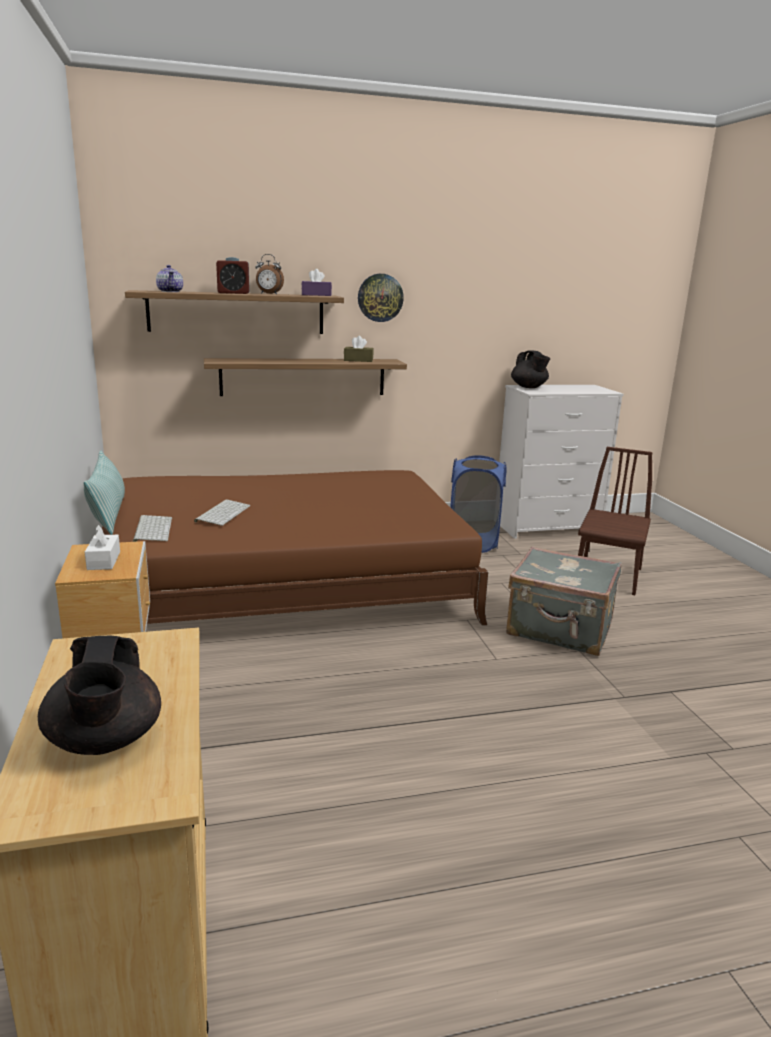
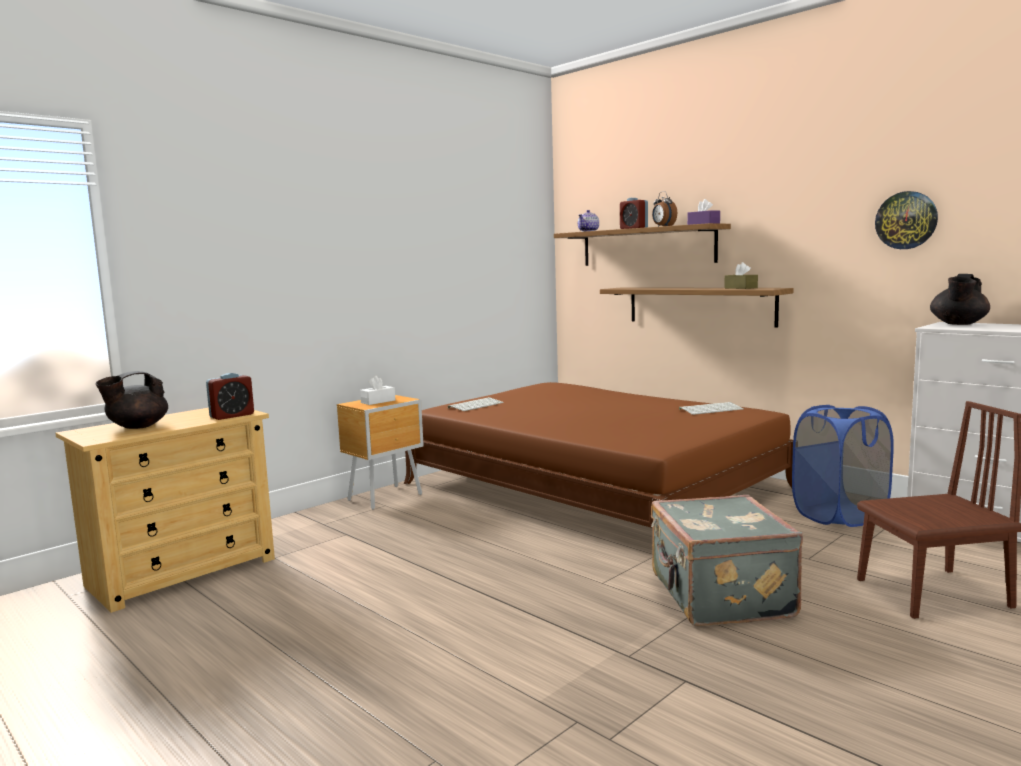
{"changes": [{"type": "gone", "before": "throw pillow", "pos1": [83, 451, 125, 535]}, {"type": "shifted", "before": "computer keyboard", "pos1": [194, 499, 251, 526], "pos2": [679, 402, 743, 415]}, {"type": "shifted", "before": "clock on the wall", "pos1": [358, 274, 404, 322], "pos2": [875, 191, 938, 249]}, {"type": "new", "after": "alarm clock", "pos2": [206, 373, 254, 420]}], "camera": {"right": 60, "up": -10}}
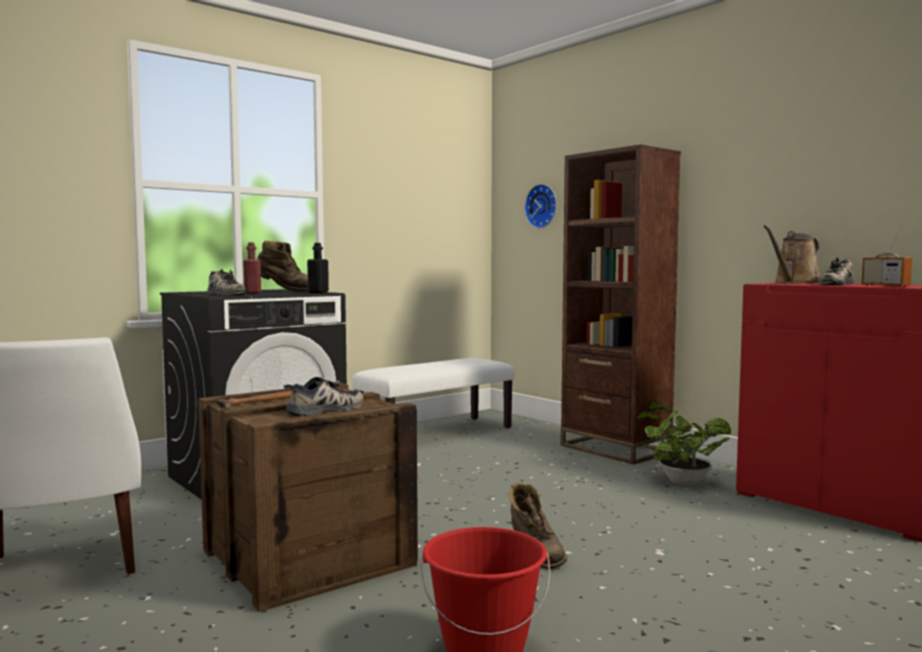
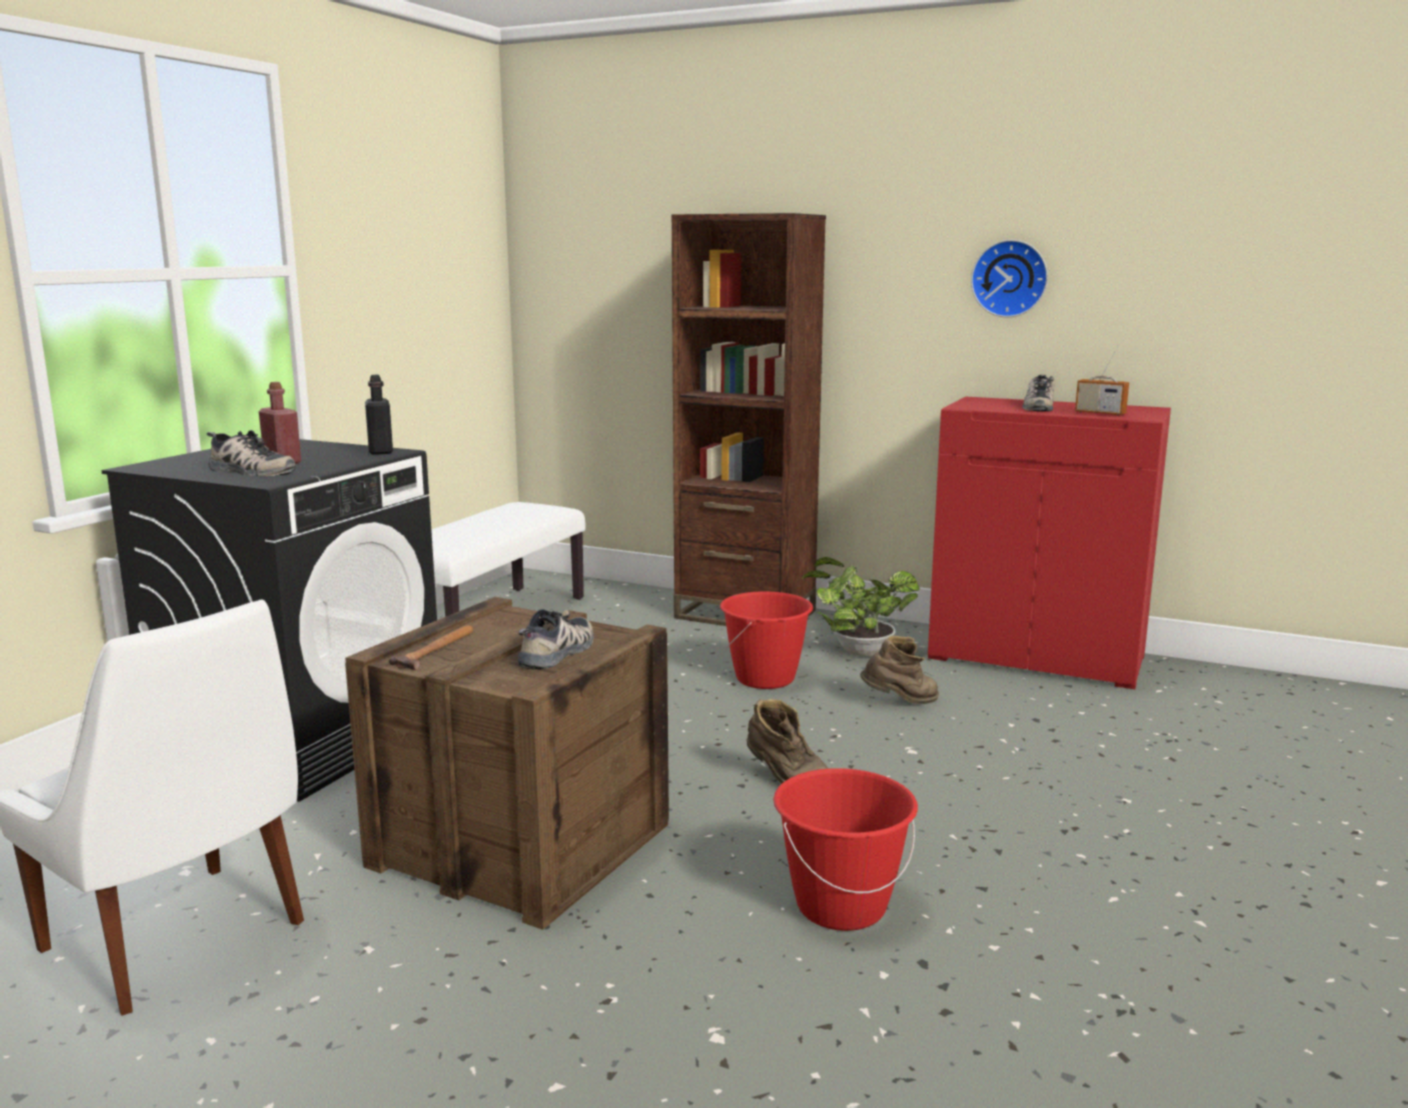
{"changes": [{"type": "shifted", "before": "brownish tall boot", "pos1": [257, 240, 308, 292], "pos2": [860, 636, 939, 704]}, {"type": "shifted", "before": "clock on the wall", "pos1": [524, 184, 557, 228], "pos2": [971, 240, 1048, 318]}, {"type": "gone", "before": "brownish sprinkling can", "pos1": [763, 225, 820, 284]}, {"type": "new", "after": "red-coloured pail", "pos2": [720, 591, 813, 689]}], "camera": {"right": -25, "up": 10}}
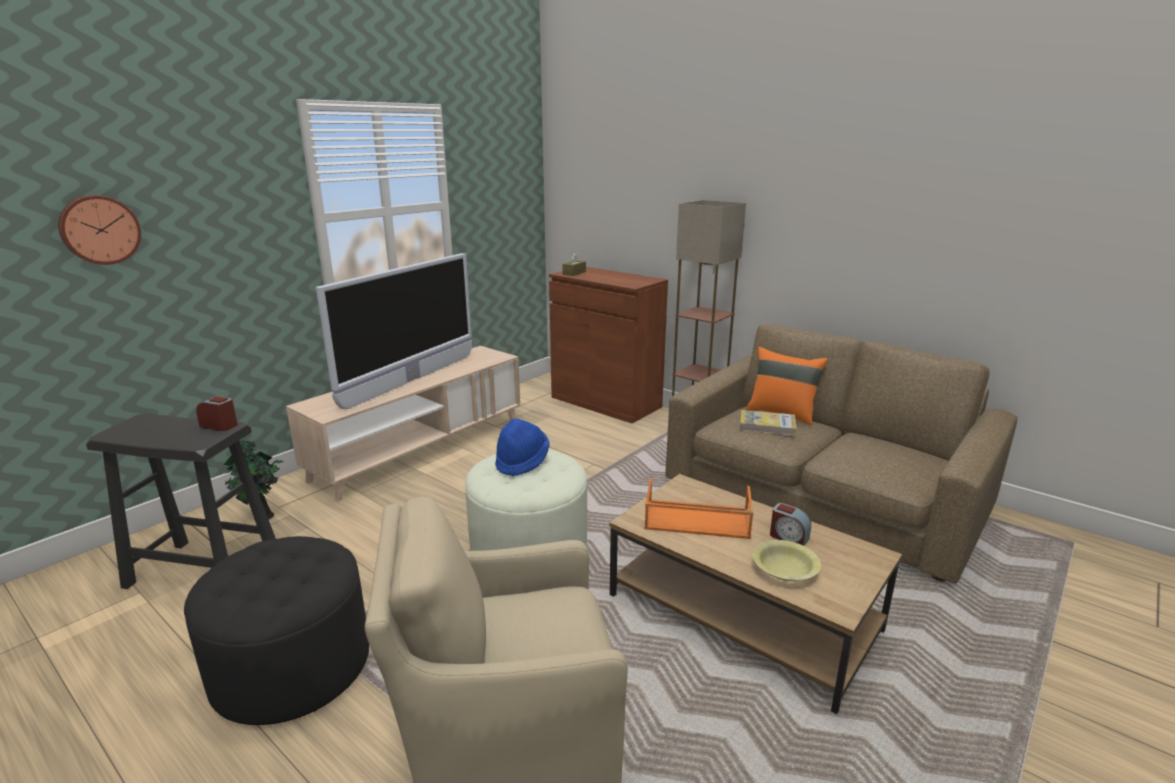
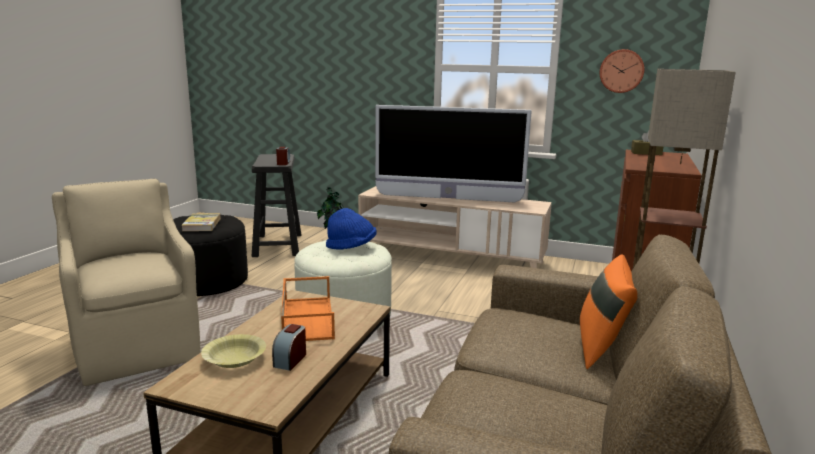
{"changes": [{"type": "shifted", "before": "clock on the wall", "pos1": [58, 195, 141, 265], "pos2": [600, 49, 644, 93]}, {"type": "shifted", "before": "bound book", "pos1": [740, 410, 797, 436], "pos2": [181, 213, 221, 231]}], "camera": {"right": 70, "up": -5}}
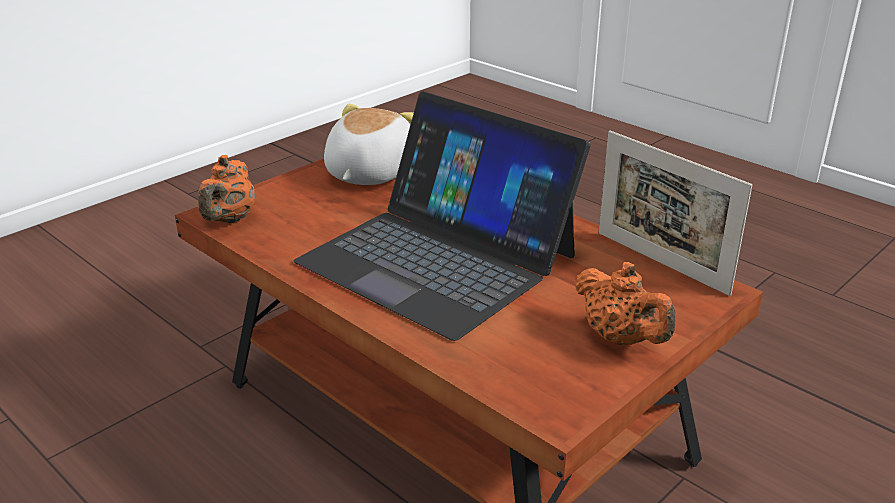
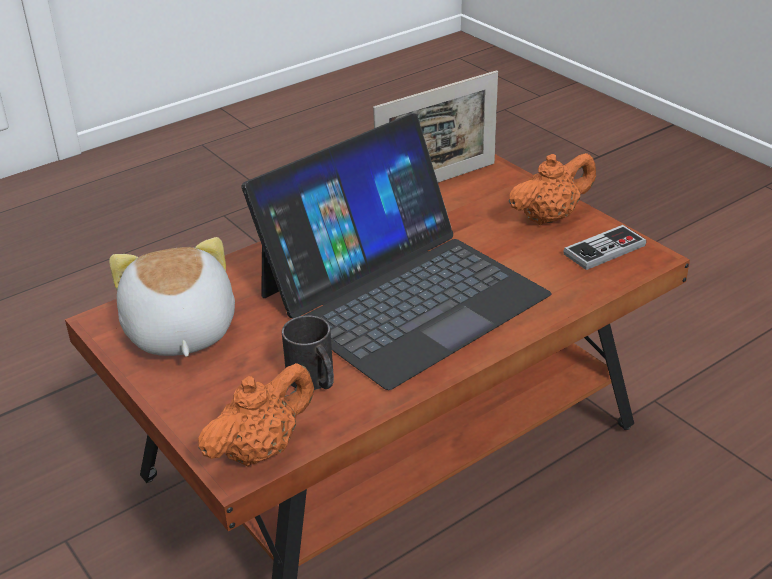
{"changes": [{"type": "rotated", "before": "orange teapot", "pos1": [198, 155, 255, 223], "pos2": [198, 363, 314, 467], "turn": -60}, {"type": "rotated", "before": "plush toy", "pos1": [324, 104, 414, 185], "pos2": [109, 237, 235, 357], "turn": 45}, {"type": "new", "after": "black-coloured coffee mug", "pos2": [282, 315, 334, 390]}, {"type": "new", "after": "gamepad", "pos2": [563, 225, 646, 270]}], "camera": {"right": -80, "up": 5}}
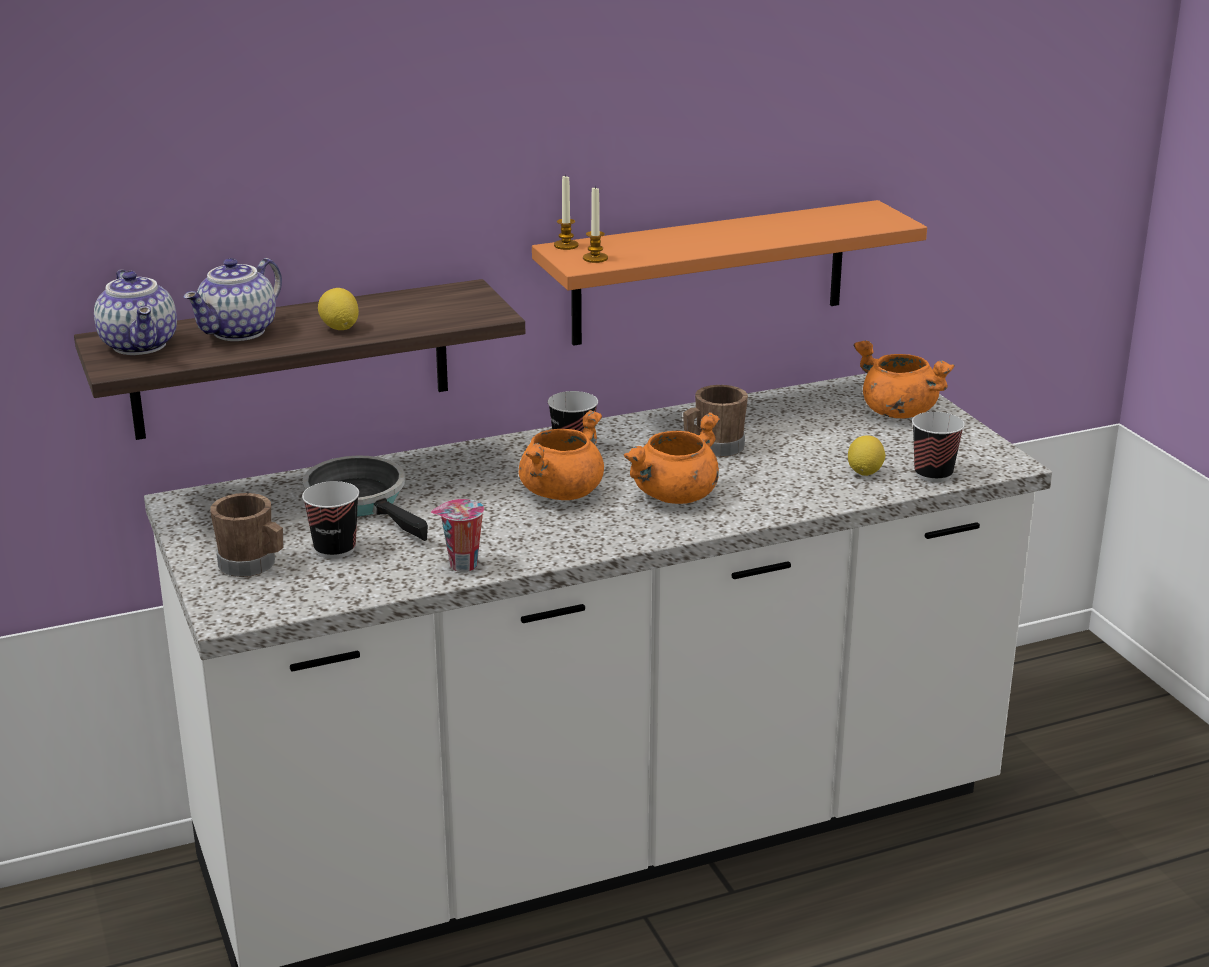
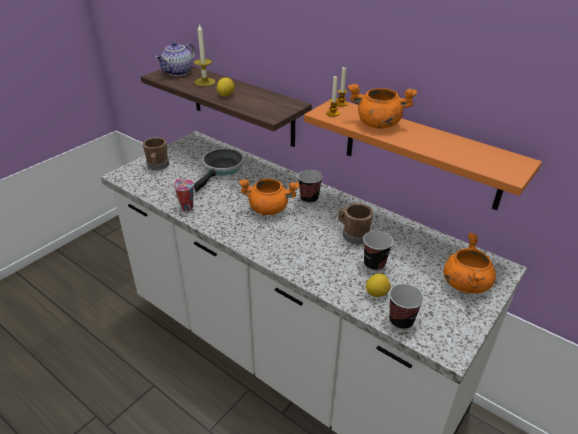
{"changes": [{"type": "swapped", "before": "teapot", "after": "wax light", "pos1": [184, 258, 282, 341], "pos2": [194, 23, 215, 86]}, {"type": "shifted", "before": "small cup", "pos1": [302, 481, 359, 559], "pos2": [363, 231, 393, 271]}, {"type": "shifted", "before": "orange stockpot", "pos1": [623, 412, 720, 504], "pos2": [348, 84, 417, 129]}], "camera": {"right": 60, "up": 10}}
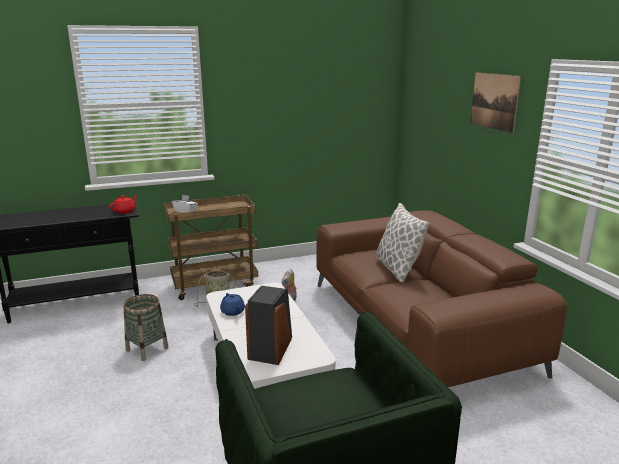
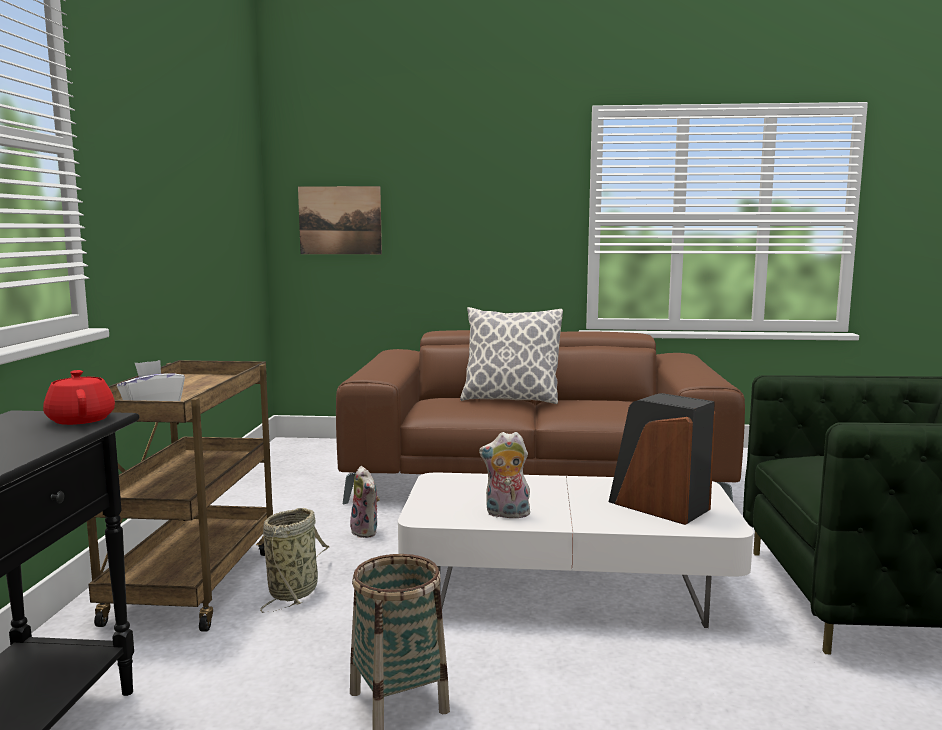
{"changes": [{"type": "swapped", "before": "bluish teapot", "after": "plush toy", "pos1": [220, 293, 245, 316], "pos2": [479, 432, 530, 518]}, {"type": "shifted", "before": "wall picture", "pos1": [470, 72, 521, 133], "pos2": [298, 186, 382, 254]}], "camera": {"right": -65, "up": -10}}
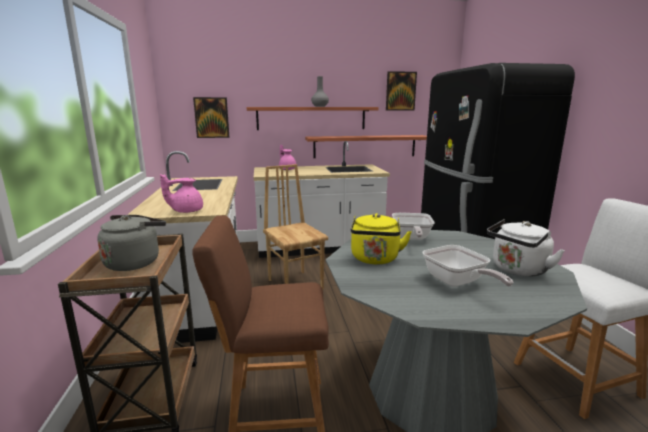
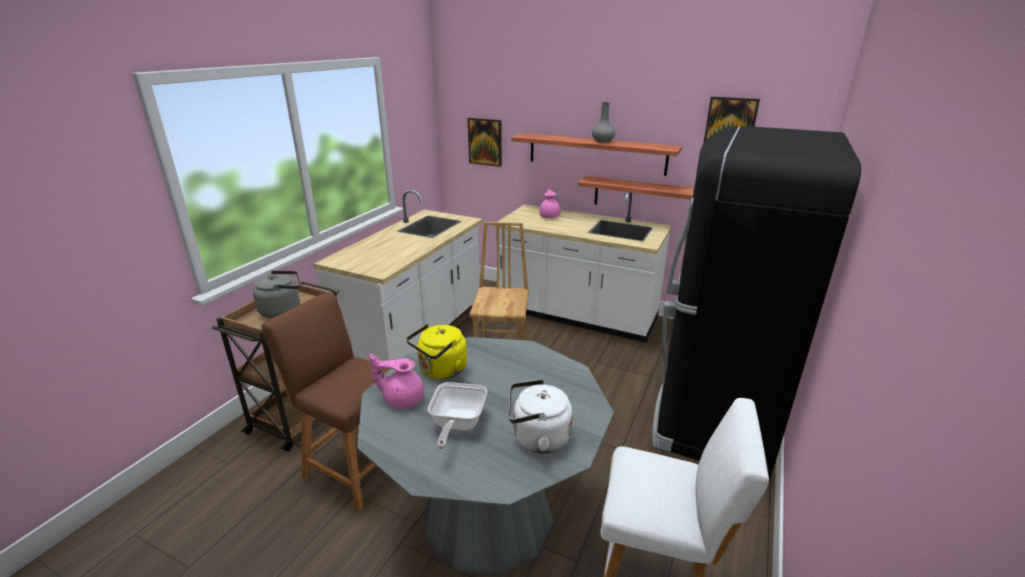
{"changes": [{"type": "shifted", "before": "pink-coloured teapot", "pos1": [160, 174, 203, 213], "pos2": [369, 354, 424, 409]}, {"type": "gone", "before": "skillet", "pos1": [392, 213, 435, 240]}], "camera": {"right": 35, "up": 10}}
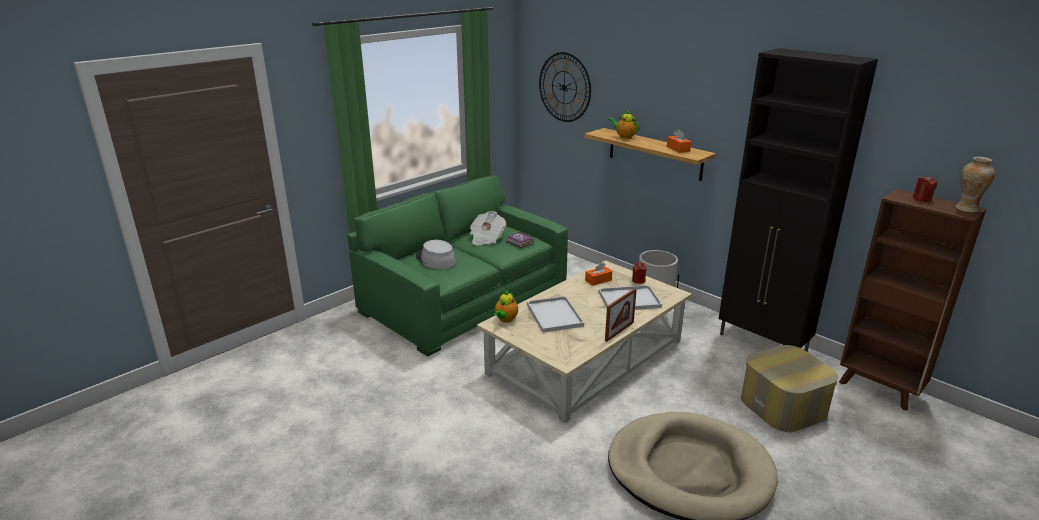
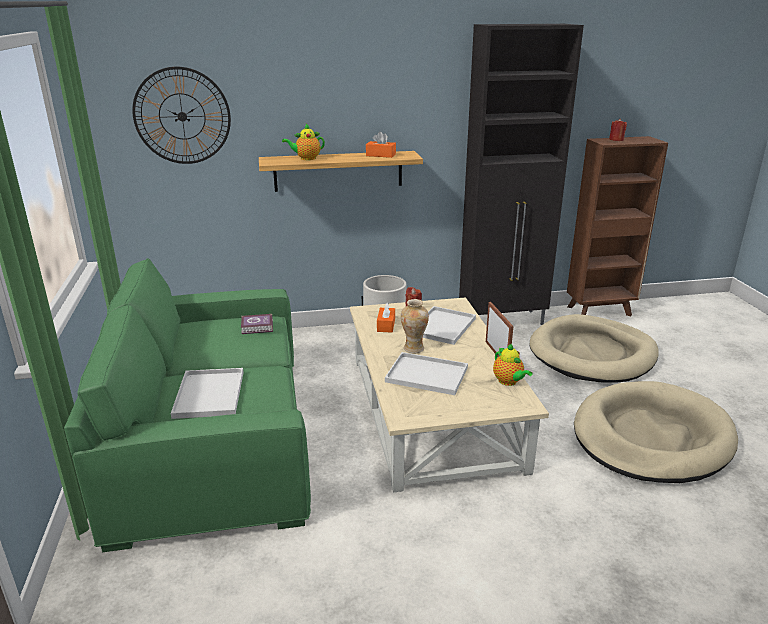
{"changes": [{"type": "swapped", "before": "grey hat", "after": "whitish tray", "pos1": [416, 240, 456, 269], "pos2": [171, 368, 244, 419]}, {"type": "gone", "before": "printed paper", "pos1": [470, 211, 506, 245]}, {"type": "shifted", "before": "teapot", "pos1": [494, 290, 518, 323], "pos2": [493, 344, 532, 386]}, {"type": "swapped", "before": "pouffe", "after": "sand-coloured dog cushion", "pos1": [741, 345, 839, 432], "pos2": [530, 314, 659, 383]}, {"type": "shifted", "before": "vase", "pos1": [956, 157, 995, 212], "pos2": [401, 299, 429, 353]}], "camera": {"right": -55, "up": 0}}
